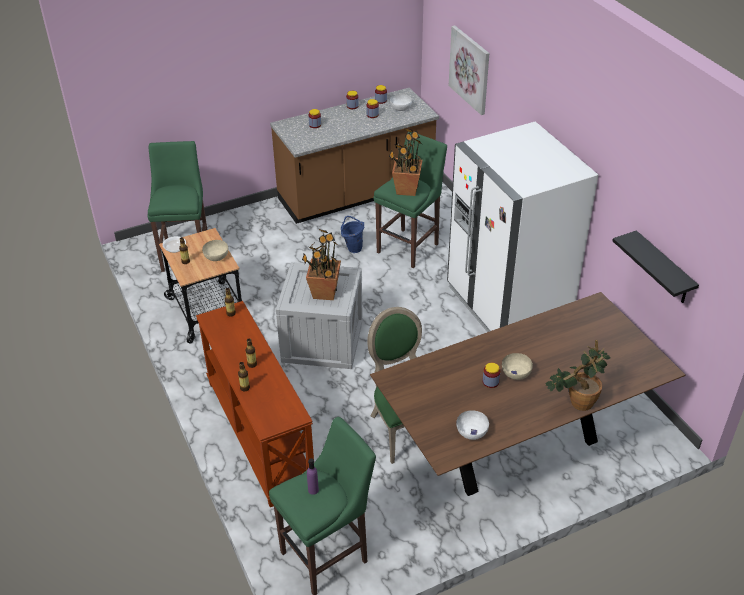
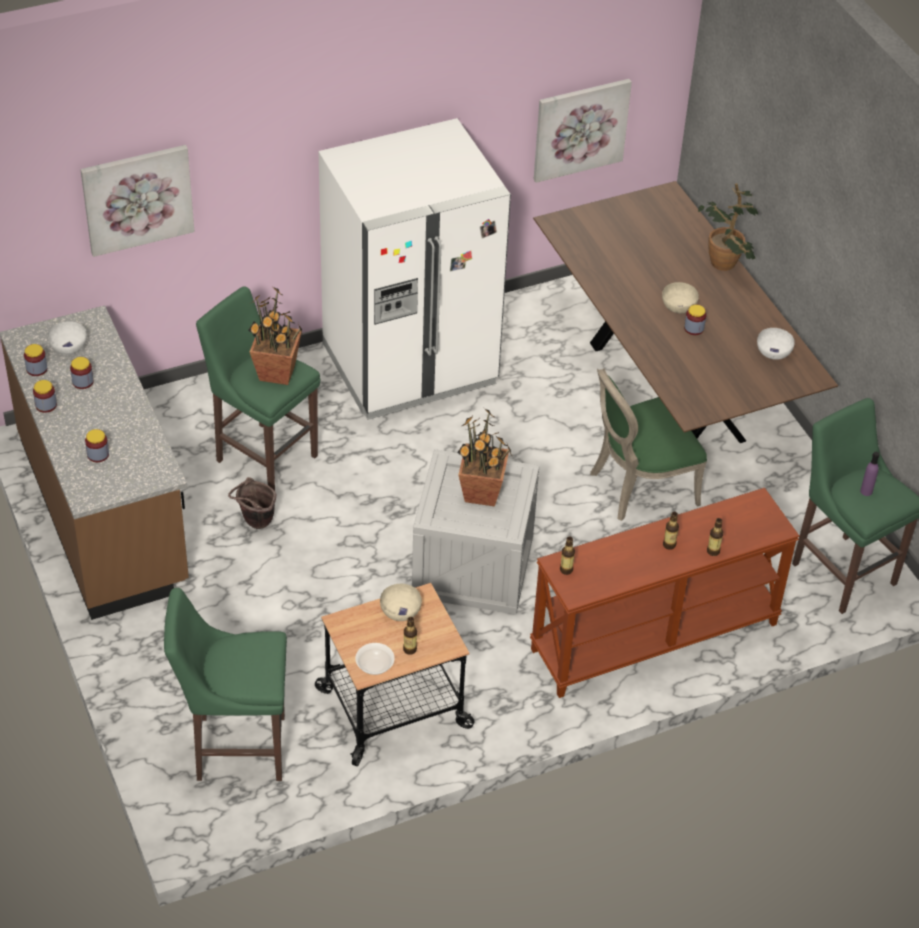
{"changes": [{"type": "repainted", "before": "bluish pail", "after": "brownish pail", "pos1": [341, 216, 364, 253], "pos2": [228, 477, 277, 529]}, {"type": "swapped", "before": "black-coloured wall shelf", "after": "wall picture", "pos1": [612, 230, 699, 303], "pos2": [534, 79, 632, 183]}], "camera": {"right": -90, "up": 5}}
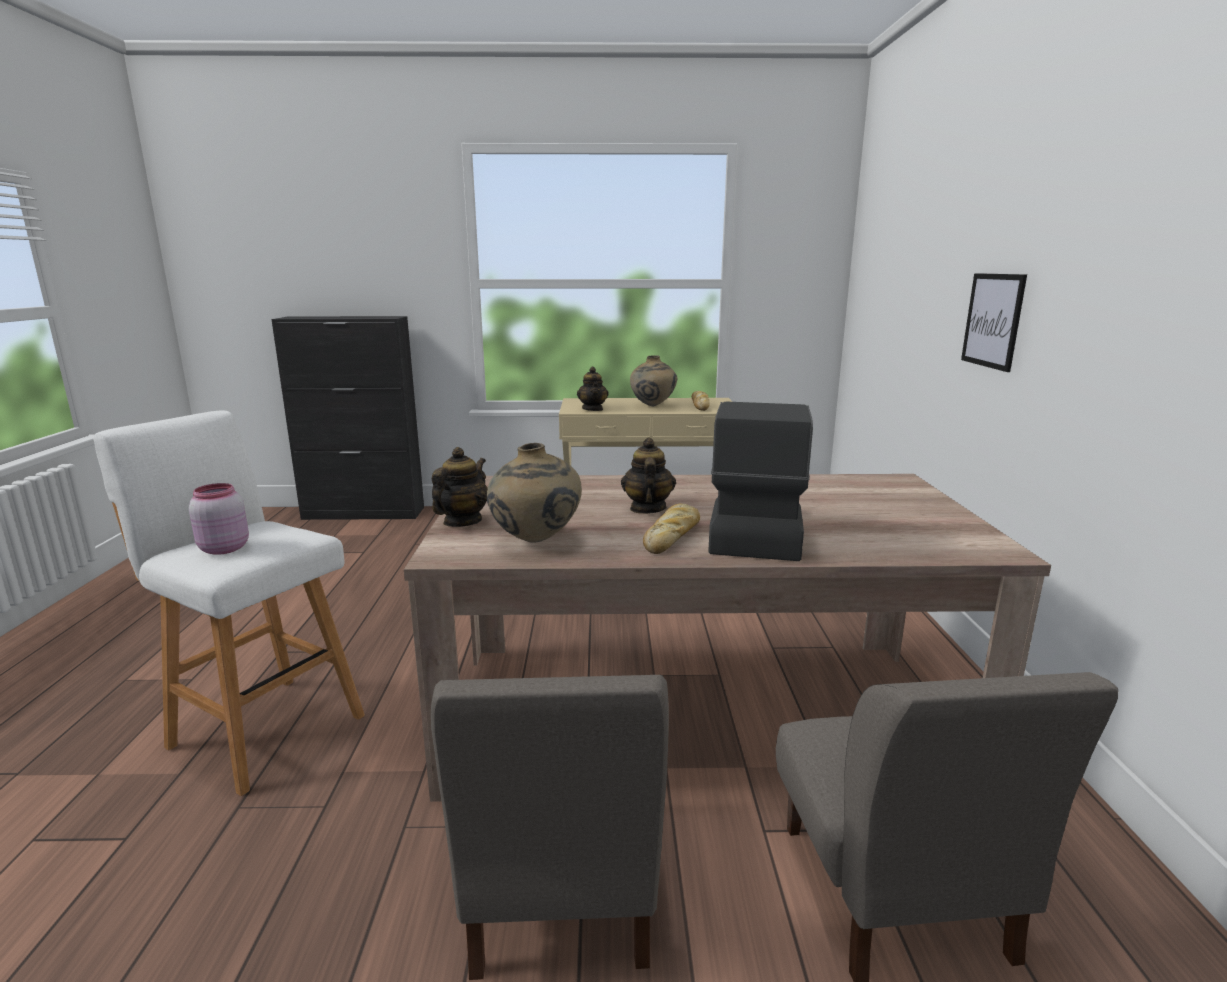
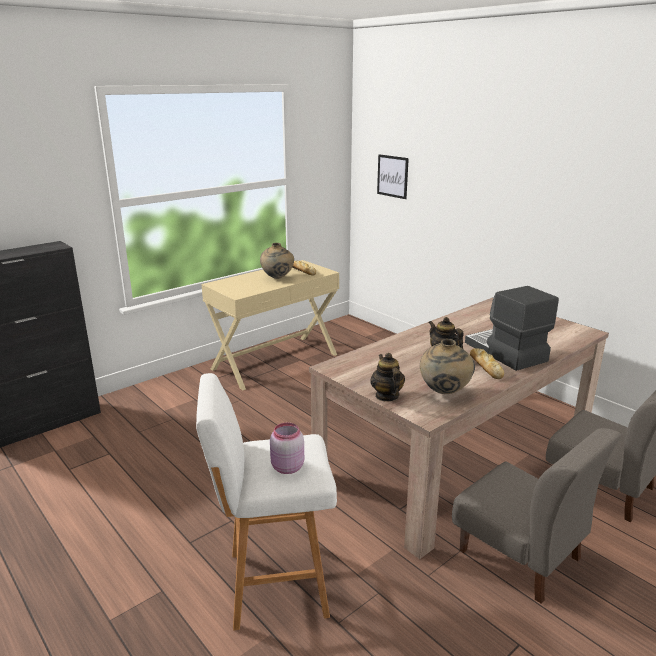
{"changes": [{"type": "gone", "before": "teapot", "pos1": [577, 367, 609, 411]}, {"type": "shifted", "before": "wall picture", "pos1": [961, 273, 1027, 372], "pos2": [377, 154, 409, 199]}], "camera": {"right": -40, "up": 5}}
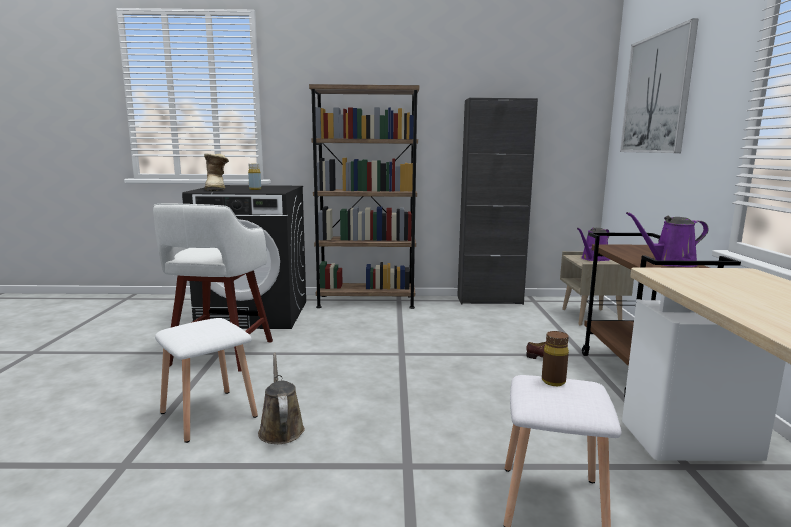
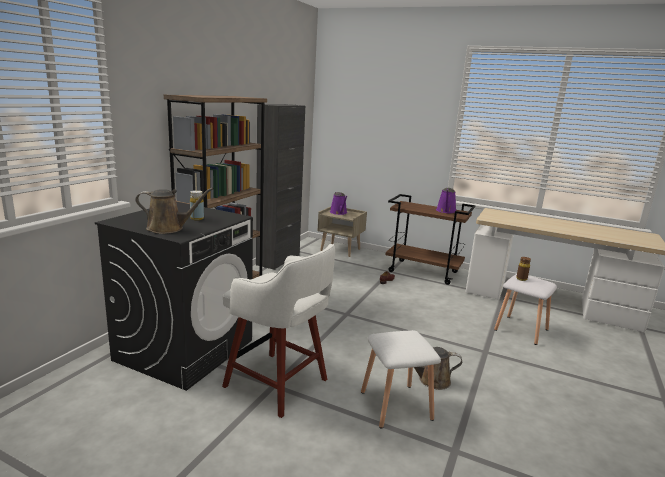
{"changes": [{"type": "swapped", "before": "tall boot", "after": "brownish sprinkling can", "pos1": [204, 153, 229, 191], "pos2": [135, 188, 213, 234]}, {"type": "gone", "before": "wall picture", "pos1": [620, 19, 699, 153]}], "camera": {"right": -65, "up": 5}}
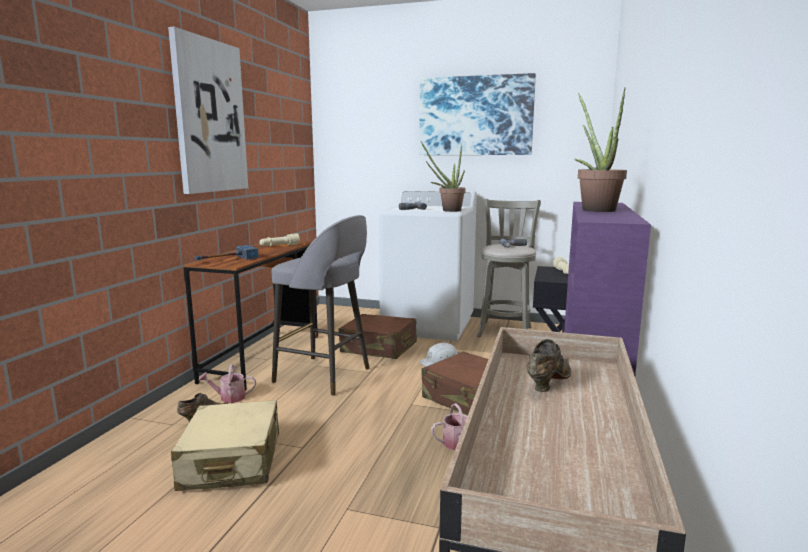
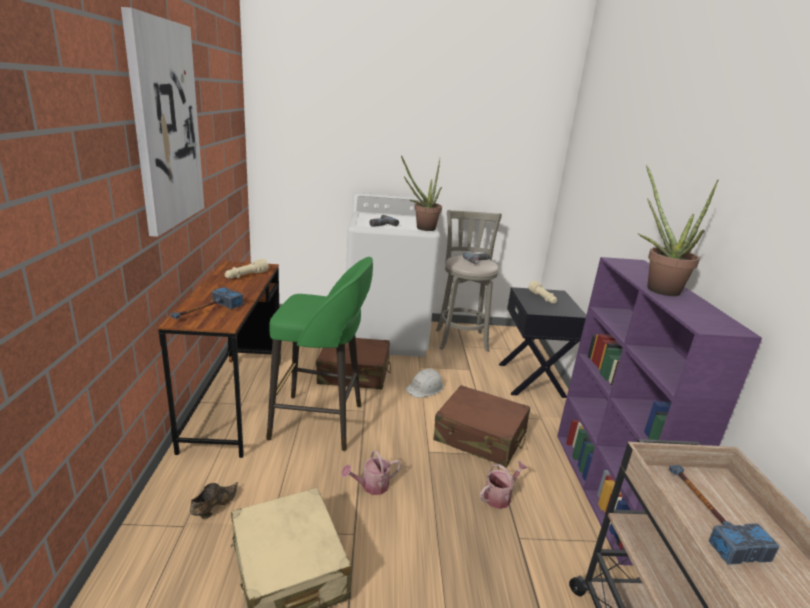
{"changes": [{"type": "shifted", "before": "sprinkling can", "pos1": [198, 364, 256, 403], "pos2": [341, 451, 401, 495]}, {"type": "repainted", "before": "grey sitting stool", "after": "greenish sitting stool", "pos1": [272, 215, 370, 396], "pos2": [266, 257, 373, 451]}, {"type": "gone", "before": "wall picture", "pos1": [419, 73, 536, 155]}, {"type": "swapped", "before": "brownish shoe", "after": "hand hammer", "pos1": [526, 339, 571, 392], "pos2": [669, 465, 779, 565]}], "camera": {"right": -20, "up": 10}}
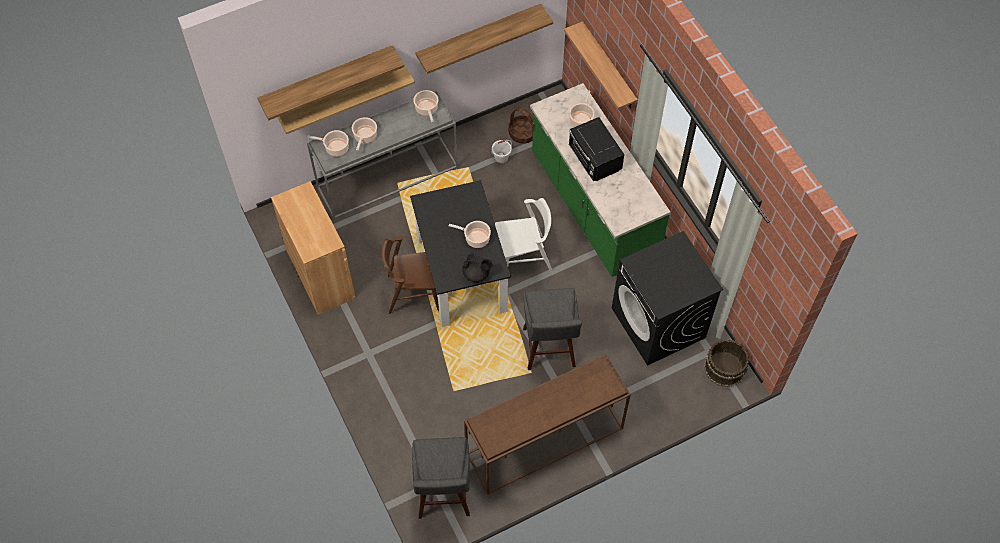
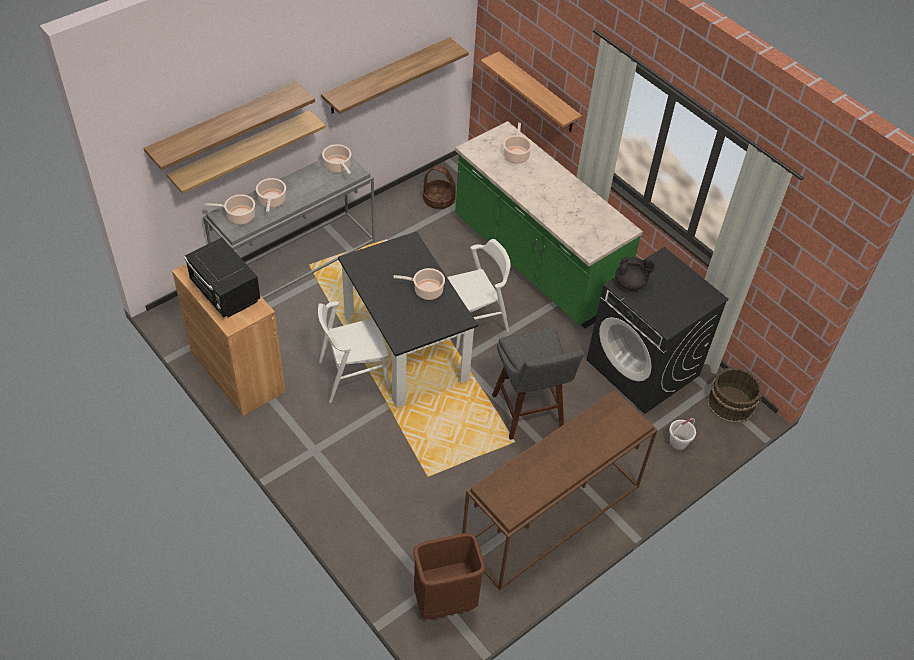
{"changes": [{"type": "repainted", "before": "brownish chair", "after": "whitish chair", "pos1": [382, 236, 439, 314], "pos2": [318, 301, 390, 403]}, {"type": "swapped", "before": "grey sitting stool", "after": "brownish waste bin", "pos1": [412, 437, 470, 519], "pos2": [413, 533, 485, 619]}, {"type": "shifted", "before": "black-coloured teapot", "pos1": [462, 253, 493, 282], "pos2": [615, 256, 655, 290]}, {"type": "shifted", "before": "whitish pail", "pos1": [491, 140, 512, 163], "pos2": [669, 418, 696, 450]}, {"type": "shifted", "before": "black-coloured microwave", "pos1": [569, 117, 624, 181], "pos2": [184, 238, 260, 317]}], "camera": {"right": -15, "up": -10}}
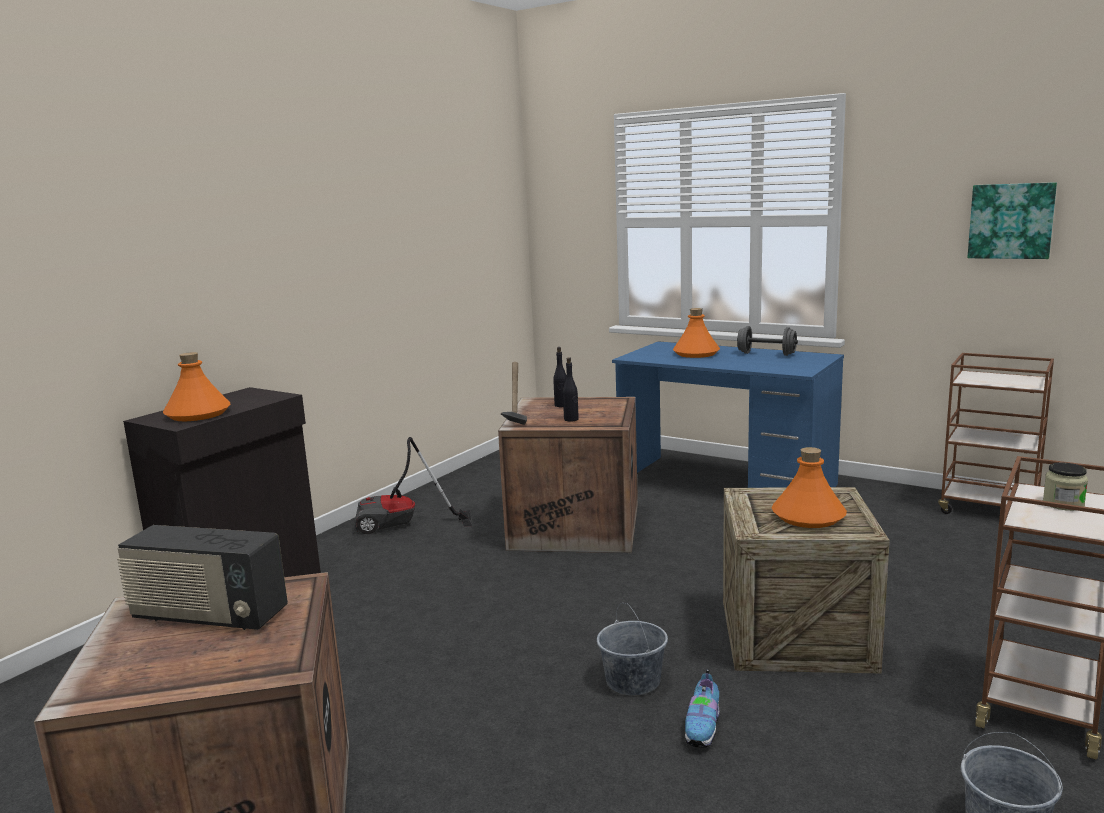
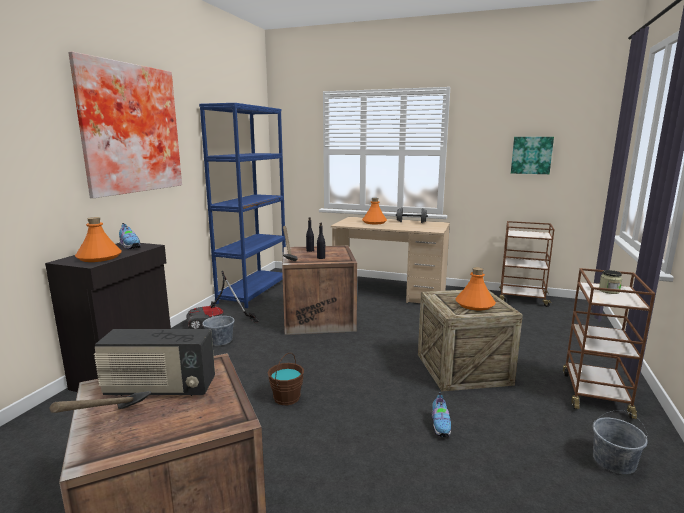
{"changes": [{"type": "shifted", "before": "grey pail", "pos1": [597, 603, 668, 696], "pos2": [202, 306, 235, 346]}, {"type": "repainted", "before": "bluish desk unit", "after": "sand-coloured desk unit", "pos1": [612, 341, 844, 488], "pos2": [331, 217, 450, 303]}, {"type": "new", "after": "hand hammer", "pos2": [49, 391, 151, 413]}, {"type": "new", "after": "wall picture", "pos2": [68, 51, 182, 198]}, {"type": "new", "after": "shoe", "pos2": [119, 223, 140, 249]}, {"type": "new", "after": "bluish shelving unit", "pos2": [199, 103, 286, 308]}, {"type": "new", "after": "brownish pail", "pos2": [267, 353, 304, 405]}], "camera": {"right": -15, "up": 0}}
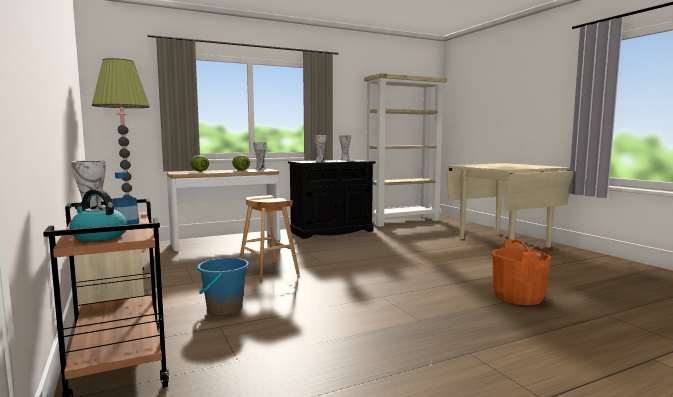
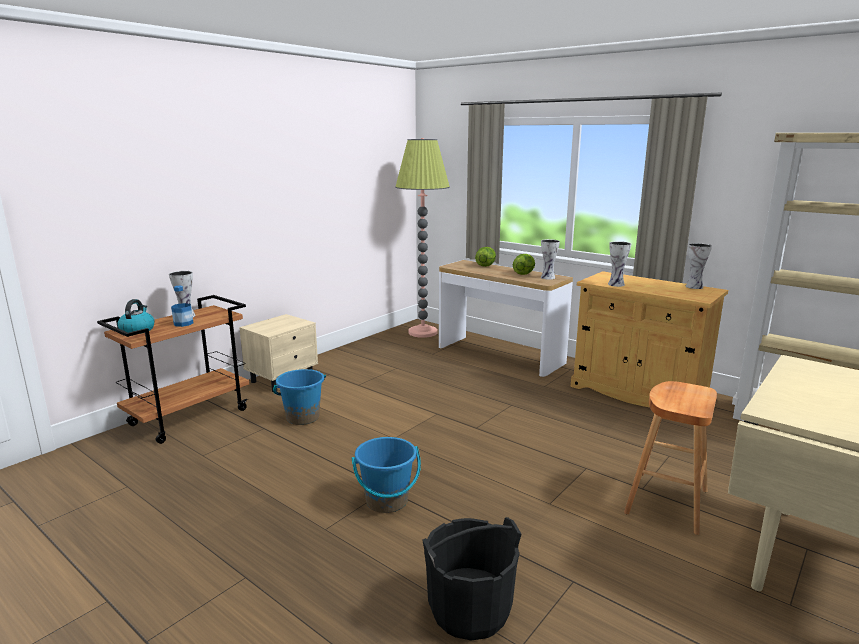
{"changes": [{"type": "shifted", "before": "brownish sitting stool", "pos1": [239, 195, 300, 283], "pos2": [624, 381, 717, 535]}, {"type": "repainted", "before": "black-coloured cabinet", "after": "sand-coloured cabinet", "pos1": [288, 160, 376, 239], "pos2": [571, 271, 728, 407]}, {"type": "repainted", "before": "orange pail", "after": "black-coloured pail", "pos1": [492, 239, 551, 305], "pos2": [422, 517, 522, 640]}, {"type": "new", "after": "bluish pail", "pos2": [352, 437, 421, 513]}], "camera": {"right": 65, "up": 10}}
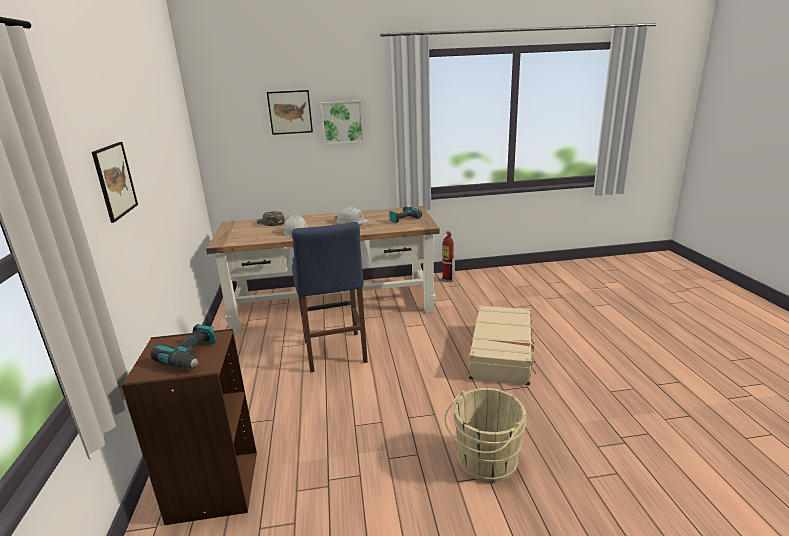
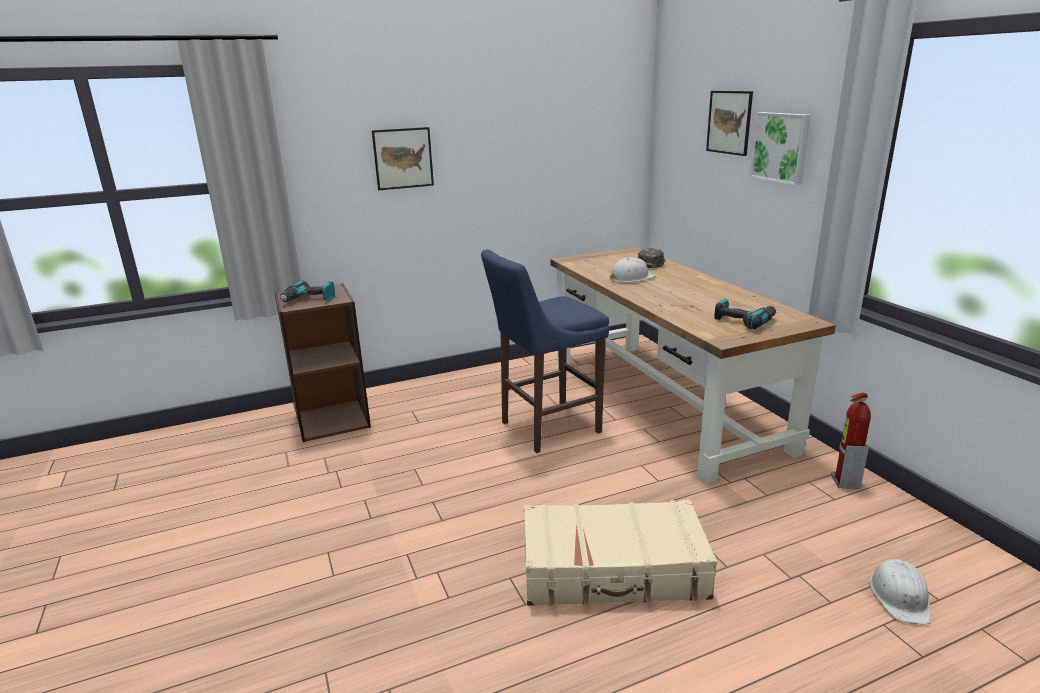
{"changes": [{"type": "shifted", "before": "whitish hard hat", "pos1": [335, 206, 369, 224], "pos2": [869, 559, 931, 625]}, {"type": "gone", "before": "sand-coloured pail", "pos1": [444, 388, 527, 482]}], "camera": {"right": 75, "up": 0}}
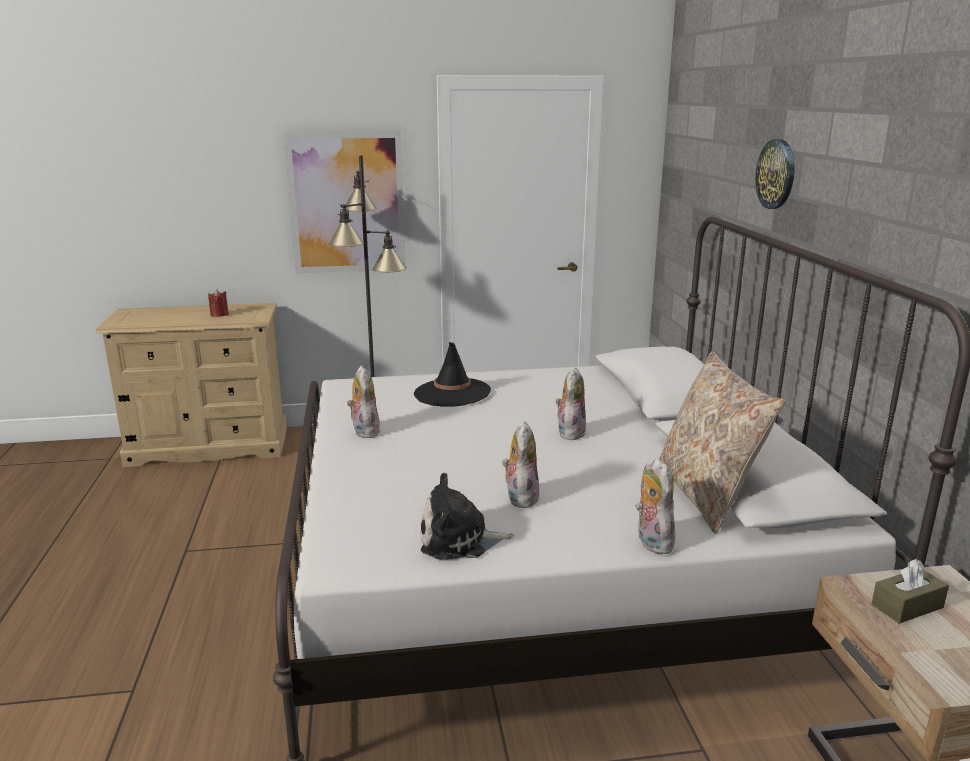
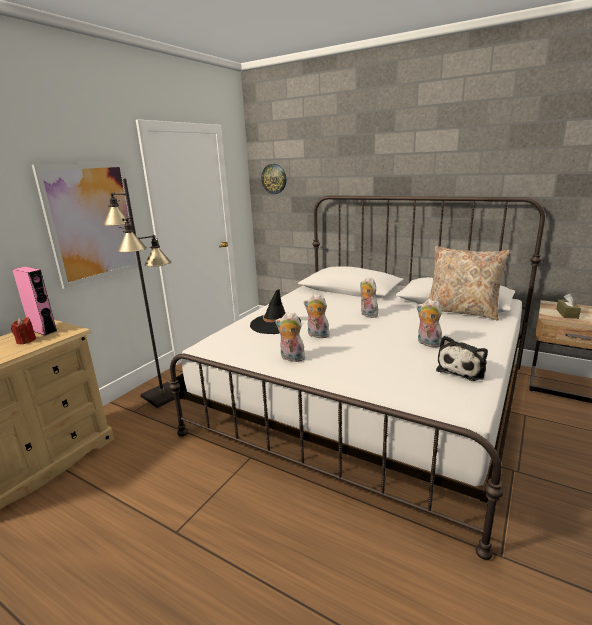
{"changes": [{"type": "shifted", "before": "plush toy", "pos1": [635, 458, 676, 554], "pos2": [304, 294, 331, 338]}, {"type": "shifted", "before": "clock on the wall", "pos1": [755, 139, 794, 209], "pos2": [261, 164, 286, 194]}, {"type": "new", "after": "pink-coloured speaker", "pos2": [12, 267, 57, 336]}], "camera": {"right": -50, "up": 0}}
